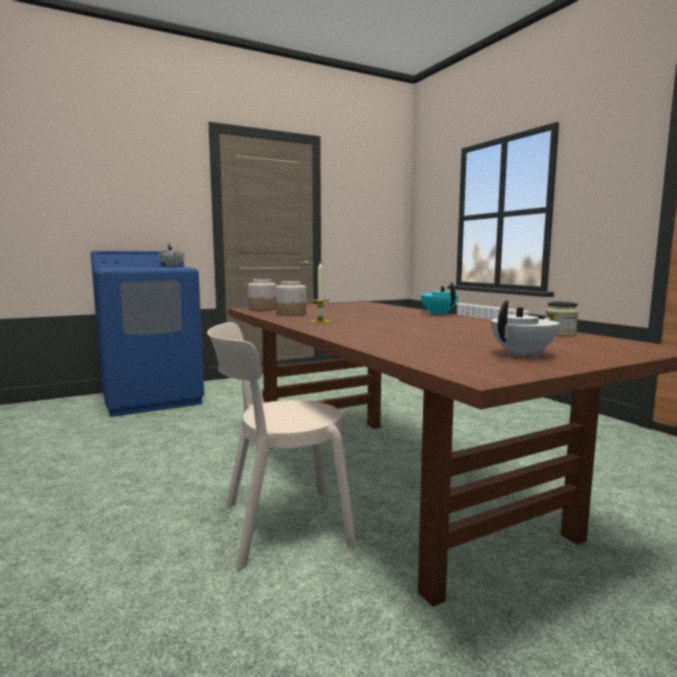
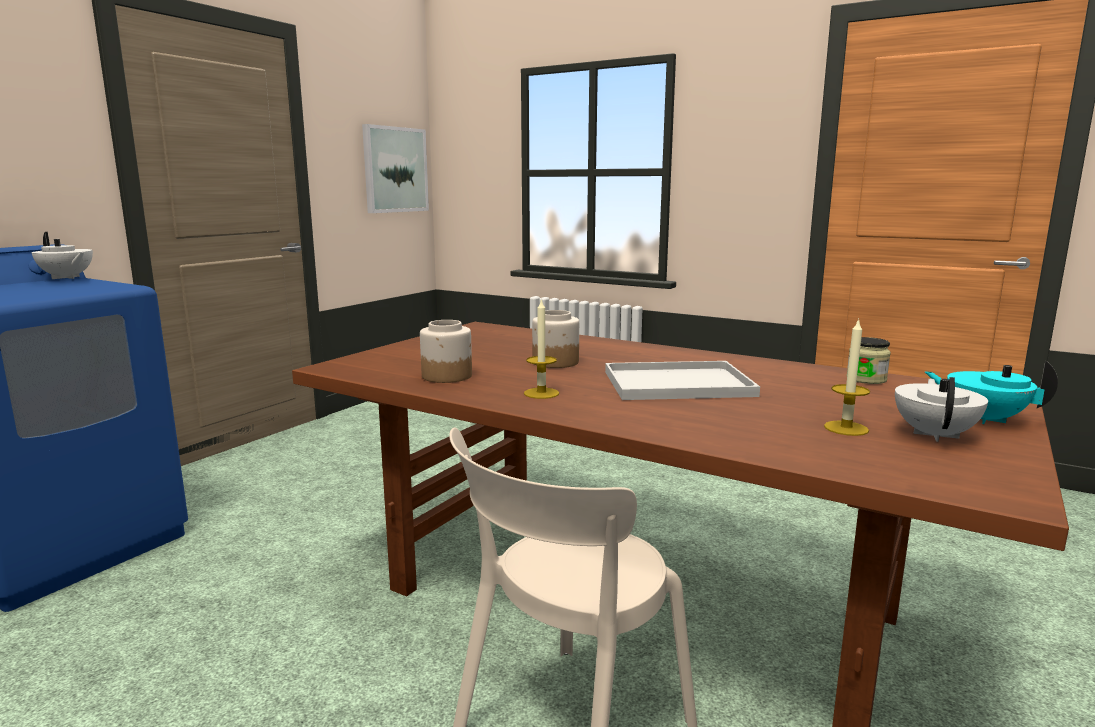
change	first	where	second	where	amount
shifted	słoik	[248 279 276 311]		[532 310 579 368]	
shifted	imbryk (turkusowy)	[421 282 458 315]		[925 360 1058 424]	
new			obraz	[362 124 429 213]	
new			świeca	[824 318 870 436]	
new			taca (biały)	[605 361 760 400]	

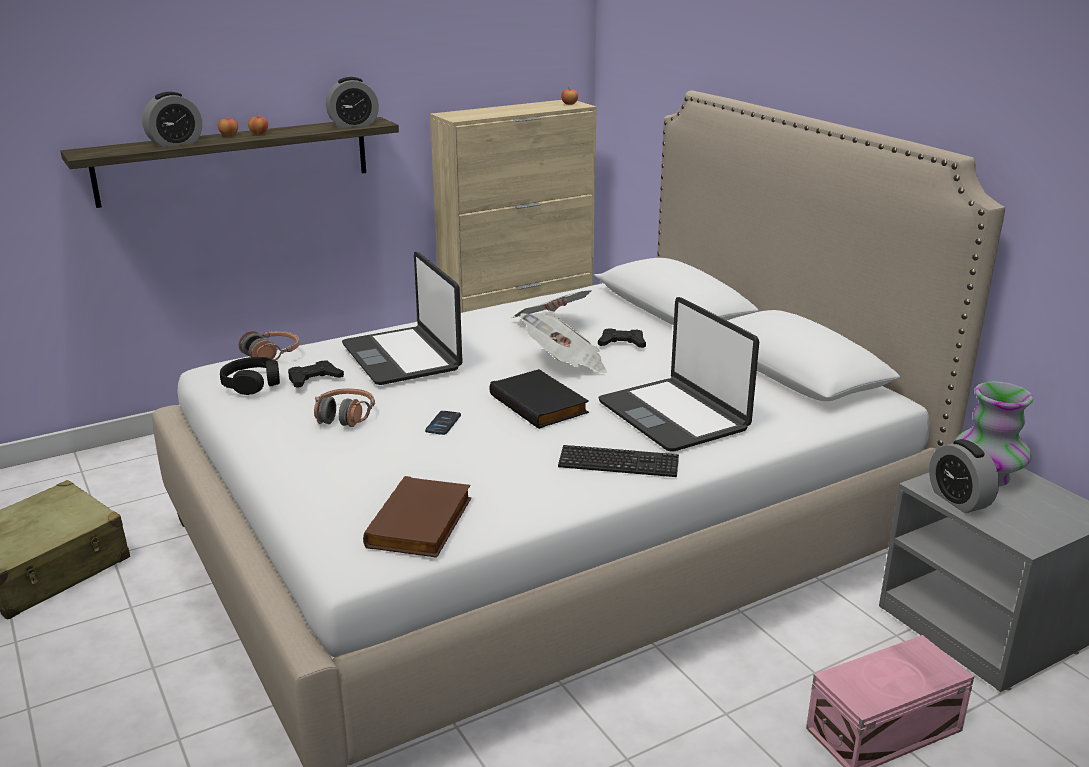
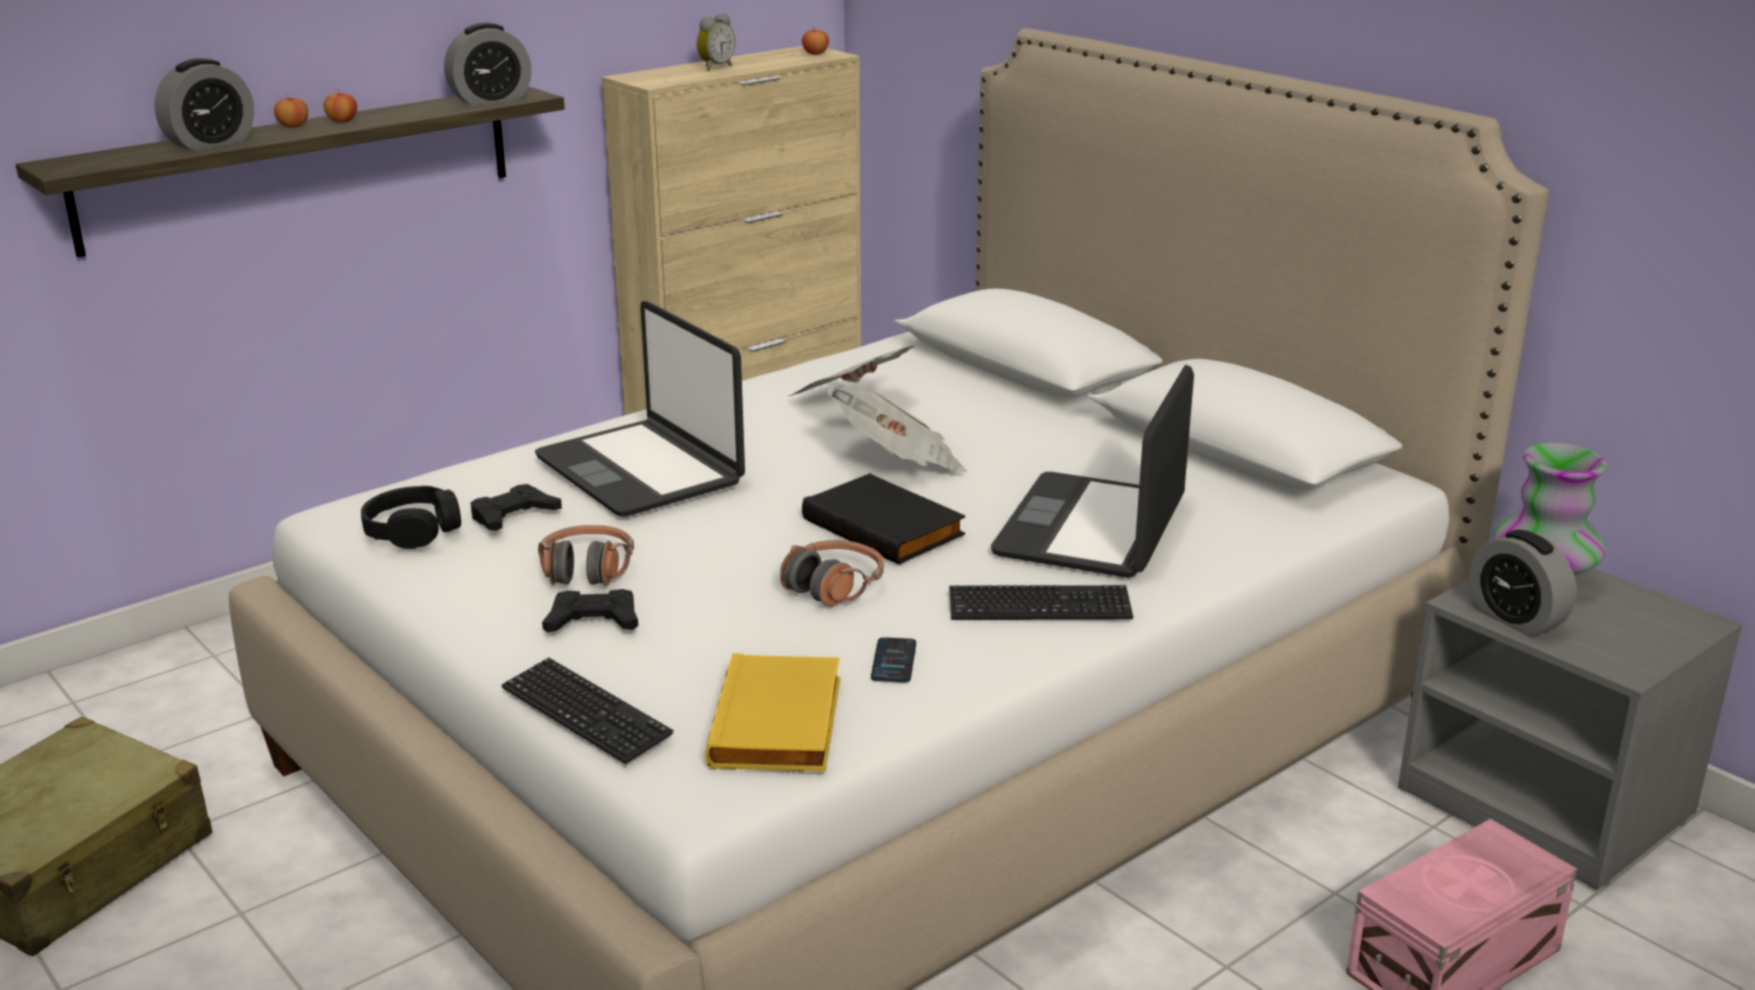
change	first	where	second	where	amount
rotated	laptop	[598 297 759 452]		[991 365 1194 578]	60 degrees clockwise
shifted	pad do gier (czarny)	[598 328 646 348]		[542 589 638 633]	
shifted	słuchawki	[239 331 299 360]		[780 540 884 606]	
shifted	telefon	[425 411 461 435]		[871 637 916 683]	
repainted	książka (brązowy)	[363 476 471 558]	książka (żółty)	[705 653 840 772]	
new			budzik	[696 13 735 71]	
new			klawiatura	[502 658 674 764]	

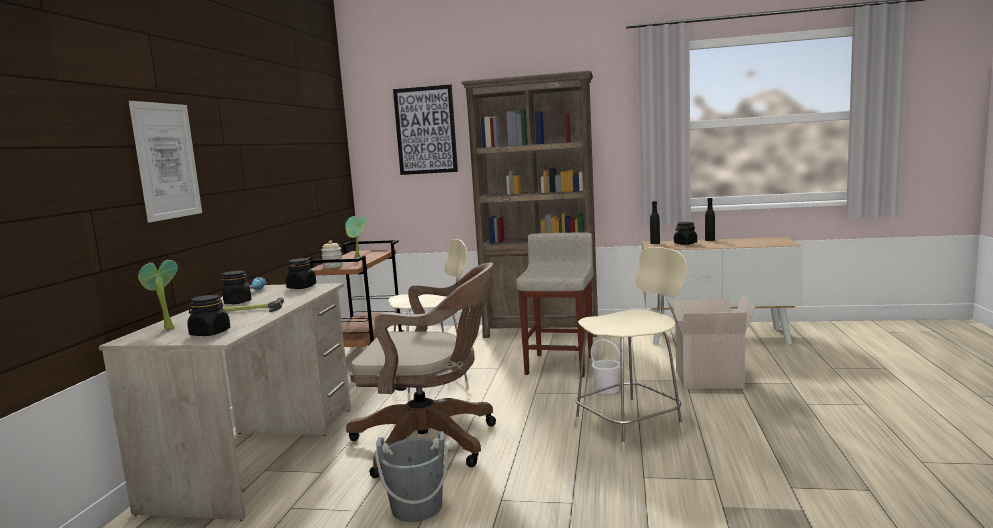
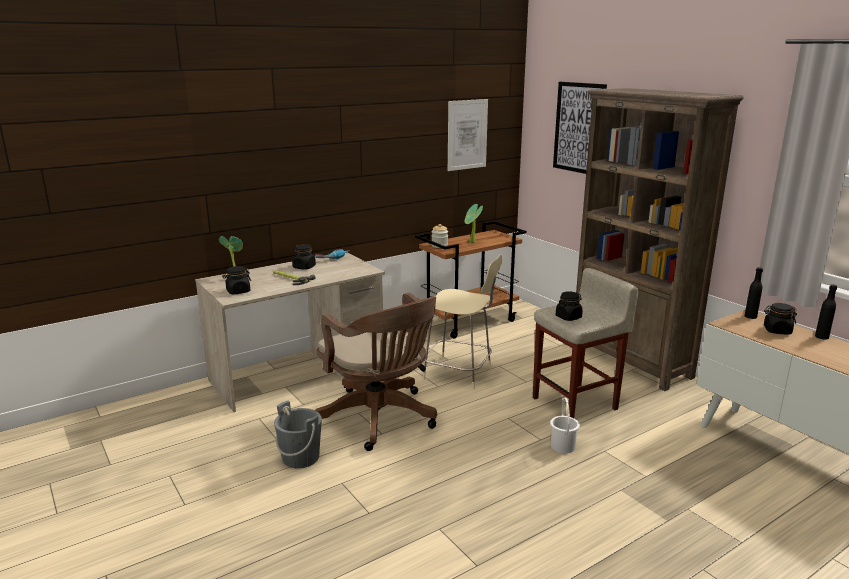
change	first	where	second	where	amount
shifted	obraz	[129 101 202 222]		[448 99 488 171]	
gone	stołek (beżowy)	[575 247 687 453]			
shifted	słoik (czarny)	[286 258 316 289]		[556 291 583 321]	
gone	karton	[666 296 755 389]			

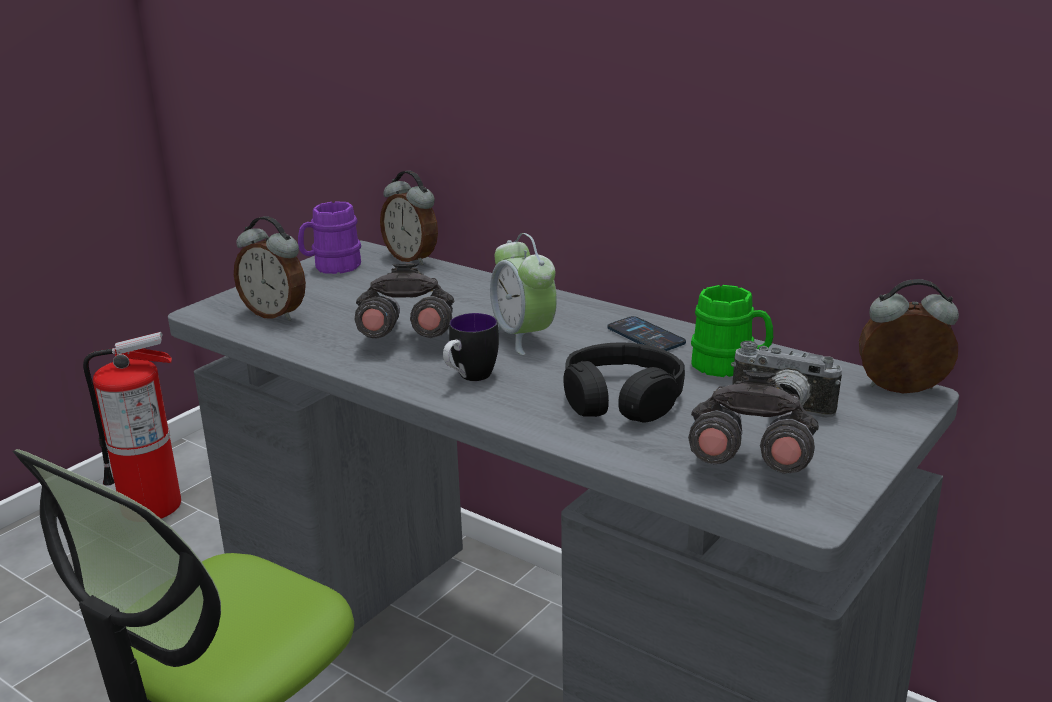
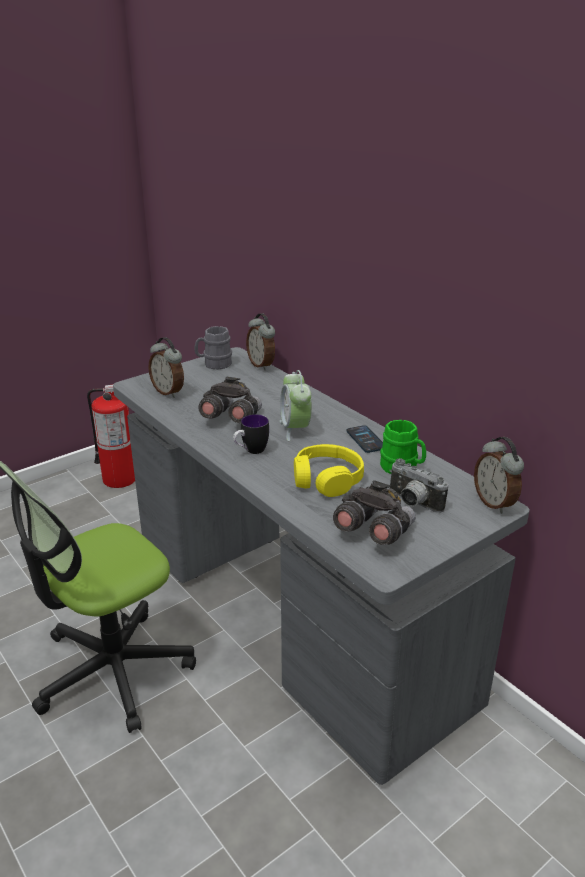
change	first	where	second	where	amount
repainted	kubek (fioletowy)	[298 201 361 274]	kubek (szary)	[194 326 232 370]	
rotated	budzik	[859 279 959 393]		[474 437 524 514]	135 degrees counterclockwise
repainted	słuchawki (czarny)	[564 343 685 423]	słuchawki (żółty)	[294 444 364 497]	

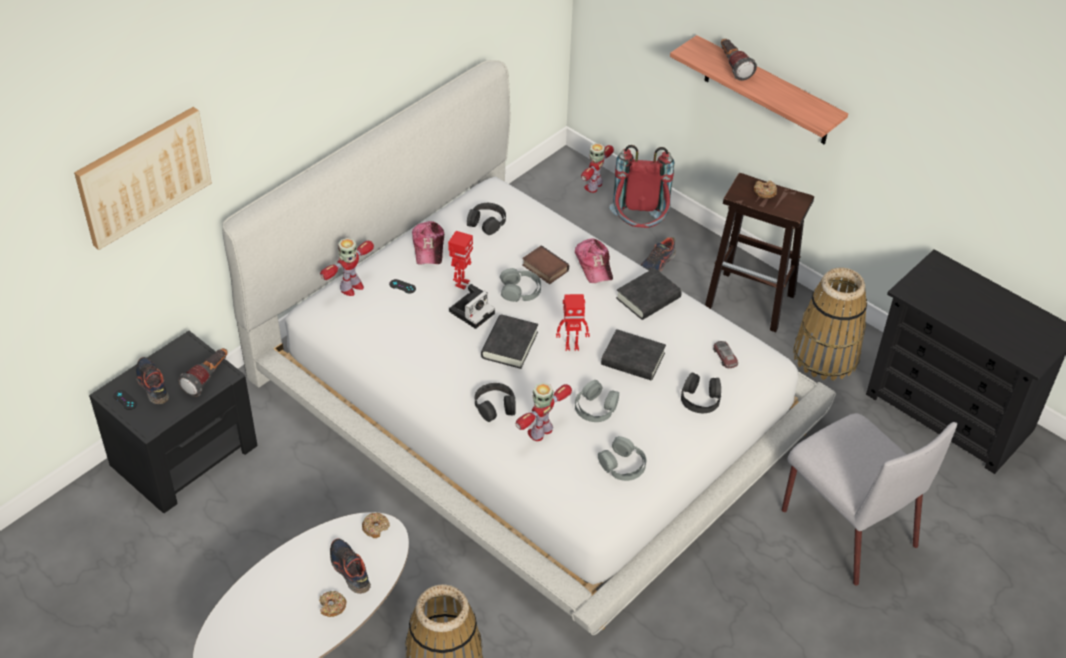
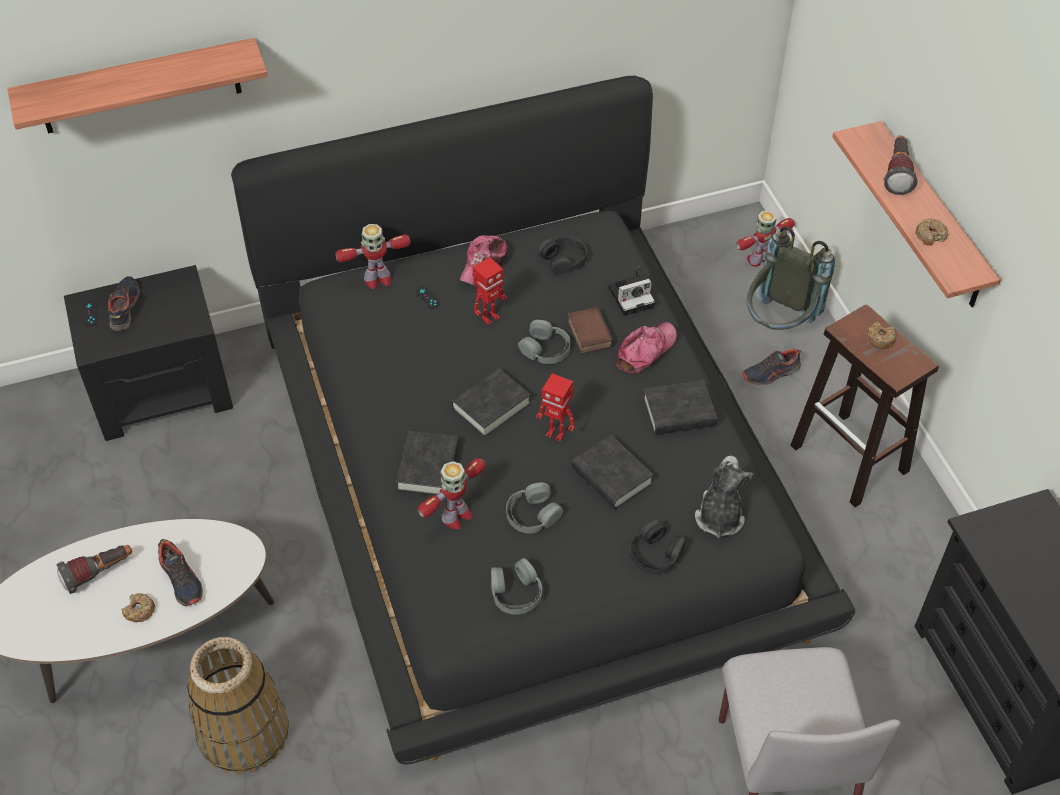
change	first	where	second	where	amount
repainted	łóżko (biały)	[222 60 836 635]	łóżko (czarny)	[231 76 855 764]	
swapped	obraz	[74 107 212 250]	półka	[7 38 268 134]	
repainted	plecak (czerwony)	[609 145 674 228]	plecak (szary)	[747 226 835 330]	
rotated	czapka z daszkiem	[575 239 613 283]		[616 322 677 374]	150 degrees counterclockwise
gone	koszyk	[793 268 867 381]			
shifted	aparat fotograficzny	[449 284 495 329]		[608 266 655 316]	
swapped	samochodzik	[713 341 738 369]	pluszak	[695 455 754 538]	
shifted	latarka	[178 348 228 397]		[56 545 132 594]	
rotated	robot zabawkowy	[515 382 572 441]		[418 458 486 529]	150 degrees clockwise
swapped	słuchawki (czarny)	[475 383 516 422]	książka (czarny)	[396 430 459 495]	
shifted	donut	[362 513 390 538]		[915 218 948 246]	
rotated	but	[330 538 371 594]		[158 539 203 606]	150 degrees clockwise

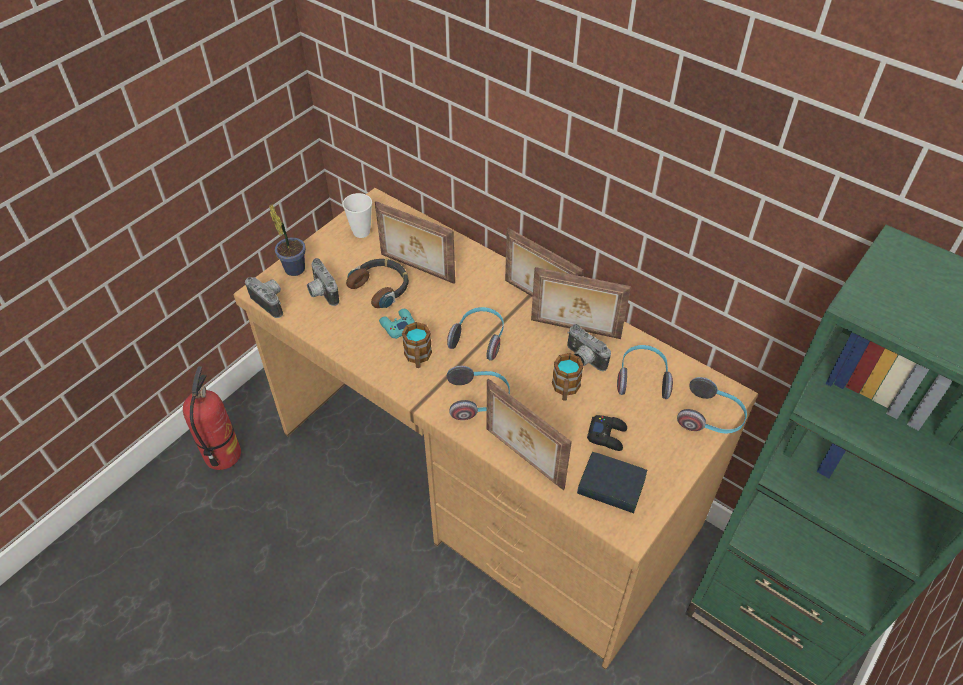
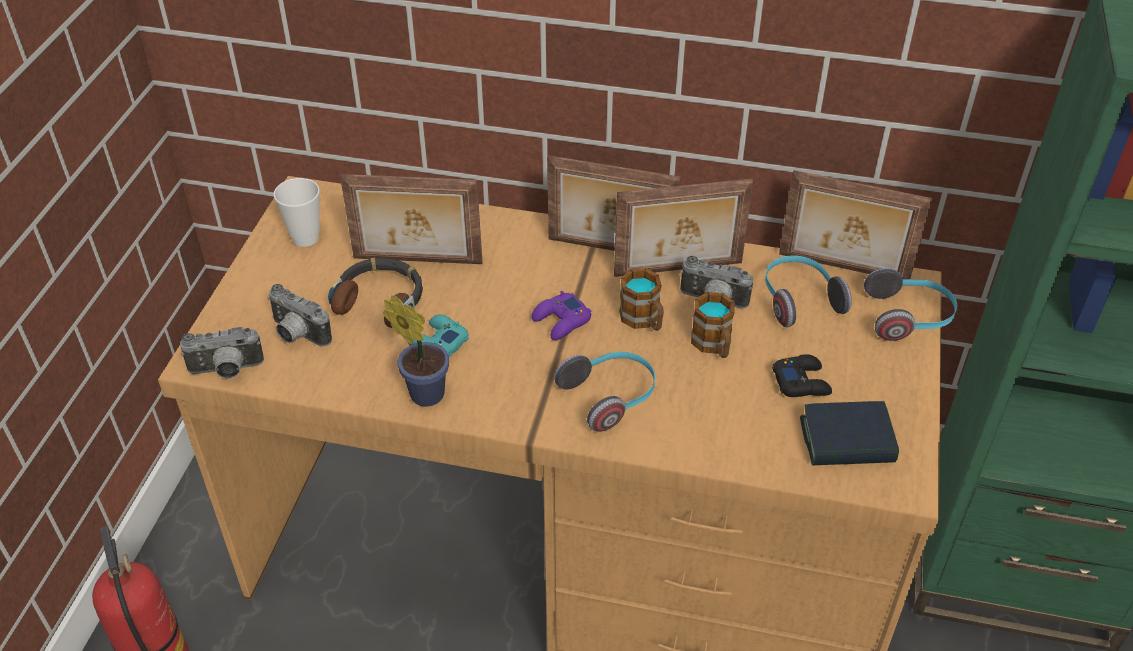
change	first	where	second	where	amount
shifted	roślina doniczkowa	[269 205 306 276]		[383 295 449 407]	
rotated	aparat fotograficzny	[245 277 283 318]		[180 327 264 378]	150 degrees clockwise
swapped	słuchawki	[447 307 504 361]	pad do gier (fioletowy)	[531 291 591 341]	
shifted	kubek	[402 322 432 368]		[619 268 664 331]	
shifted	ramka na zdjęcie	[486 378 572 490]		[779 170 932 279]	

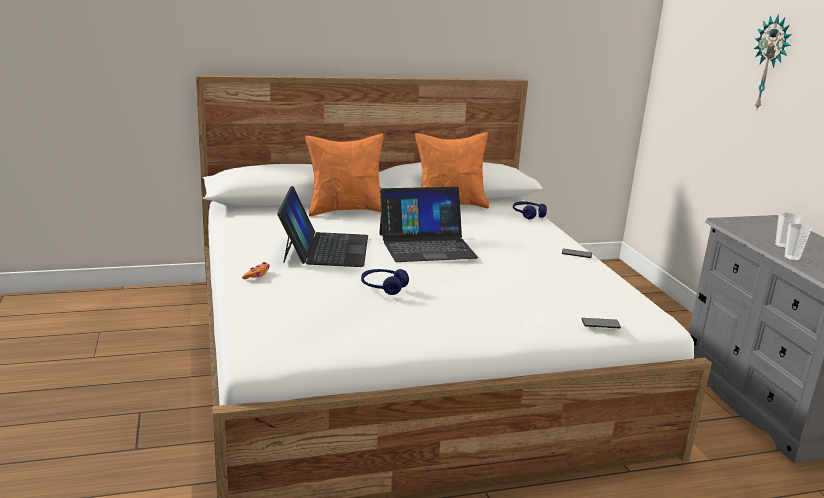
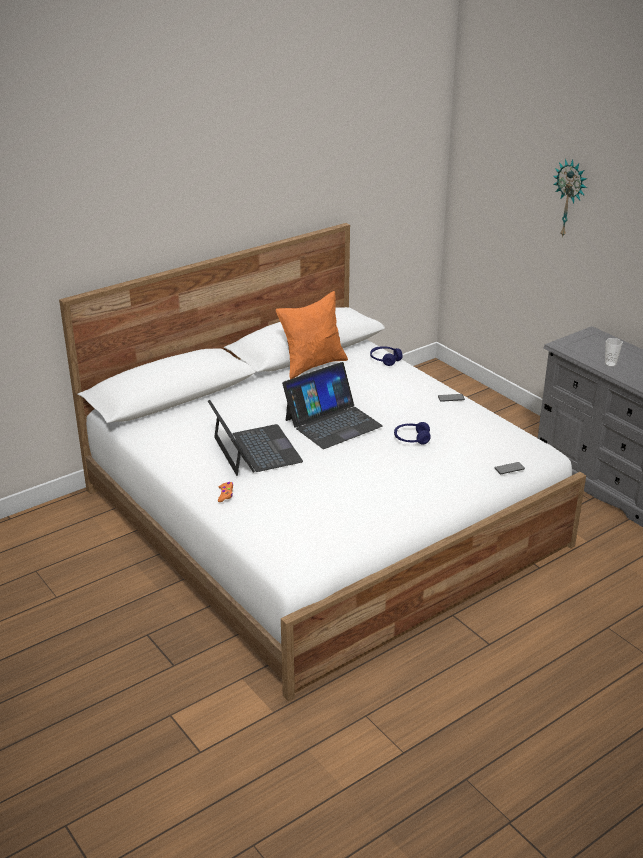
change	first	where	second	where	amount
gone	poduszka (pomarańczowy)	[305 133 384 217]			
gone	filiżanka	[785 223 812 261]			
shifted	słuchawki (niebieski)	[361 269 409 295]		[394 422 430 444]	

